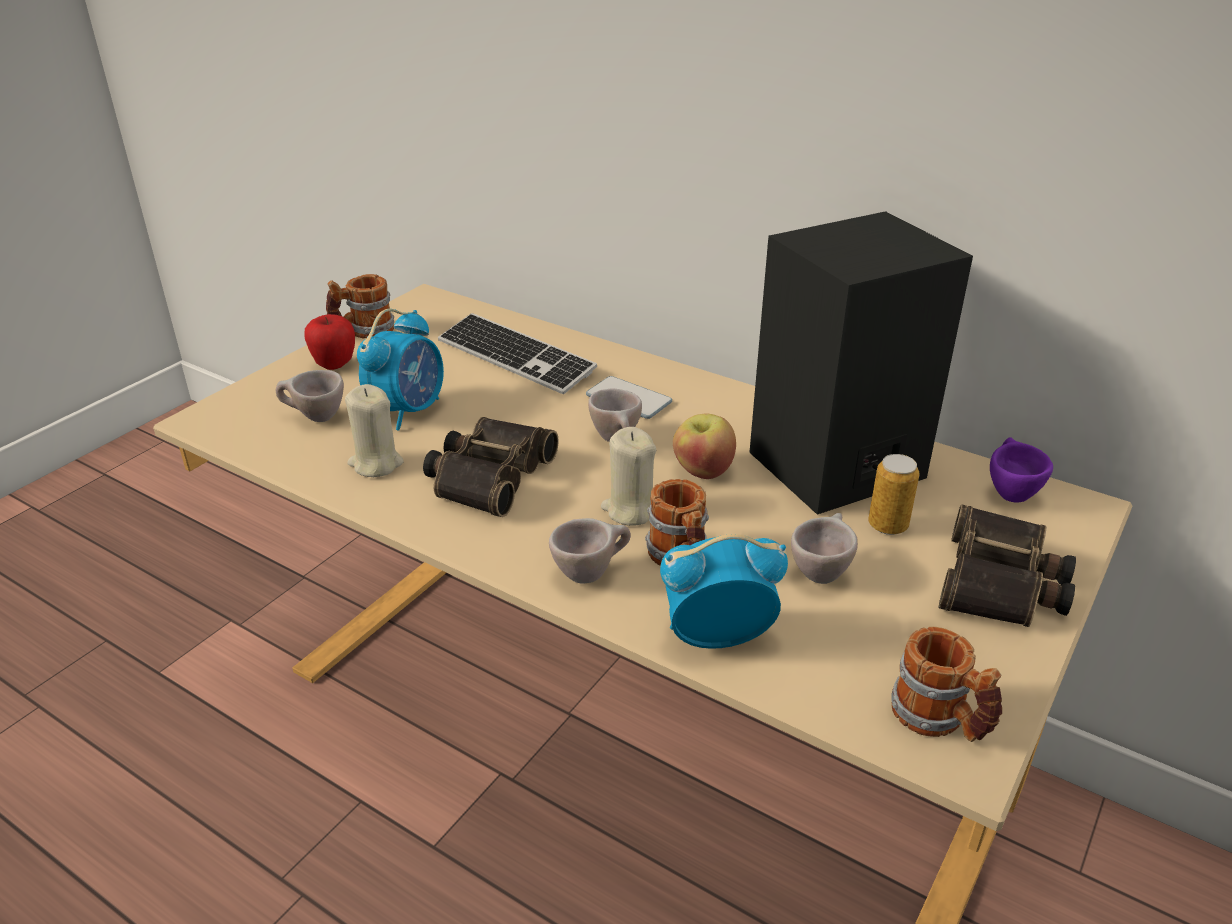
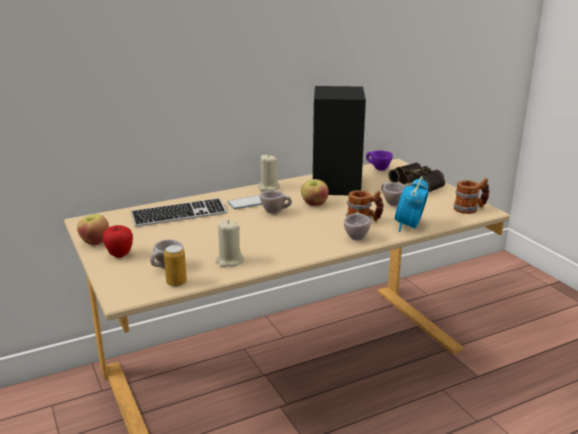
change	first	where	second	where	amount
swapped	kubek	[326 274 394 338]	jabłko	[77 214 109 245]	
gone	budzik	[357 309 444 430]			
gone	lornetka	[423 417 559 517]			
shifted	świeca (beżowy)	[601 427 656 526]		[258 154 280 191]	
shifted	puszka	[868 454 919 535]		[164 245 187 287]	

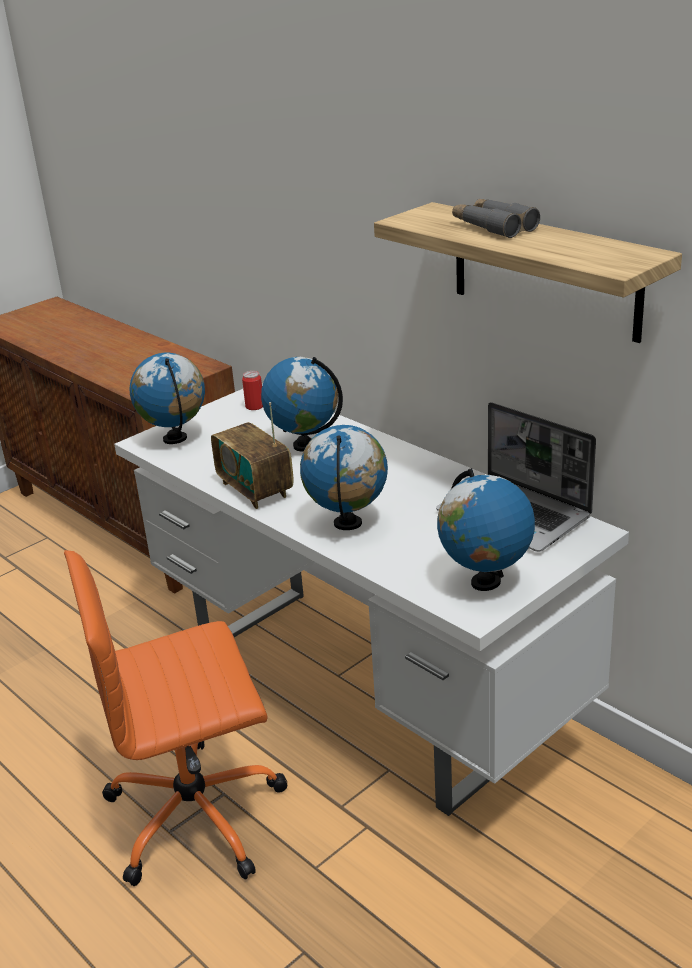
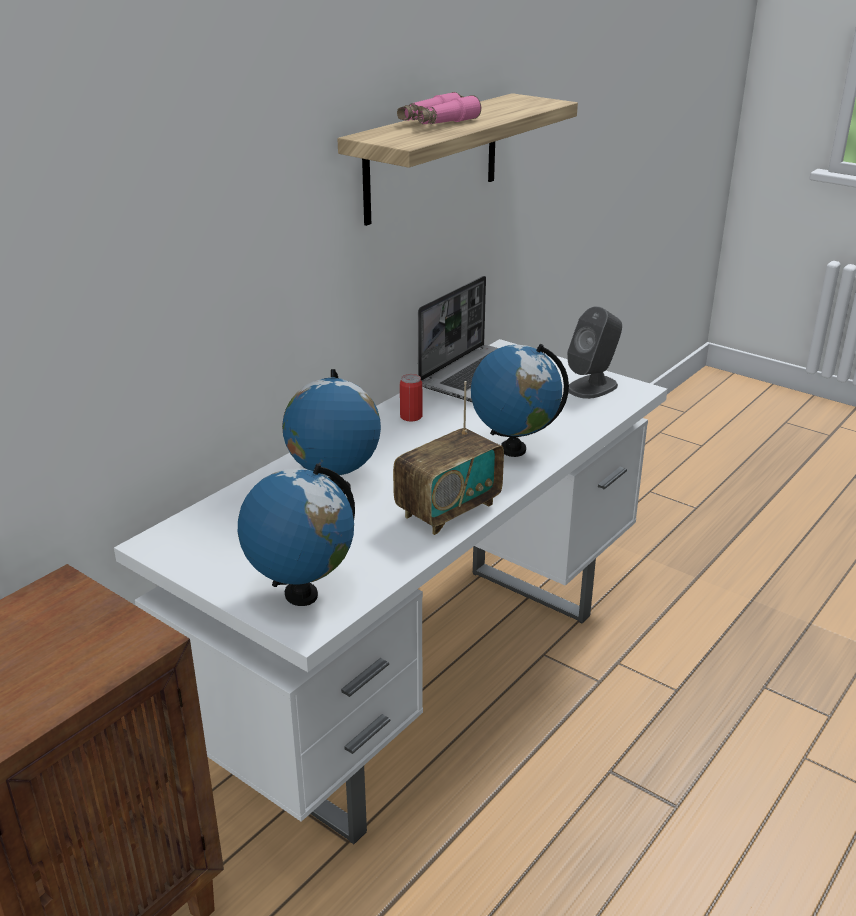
change	first	where	second	where	amount
repainted	lornetka (szary)	[452 199 540 238]	lornetka (różowy)	[397 92 481 124]	
shifted	puszka	[242 371 263 410]		[400 374 423 422]	
swapped	globus	[437 468 535 591]	głośnik (szary)	[567 306 622 399]	
gone	krzesło biurowe (pomarańczowy)	[64 550 288 886]			

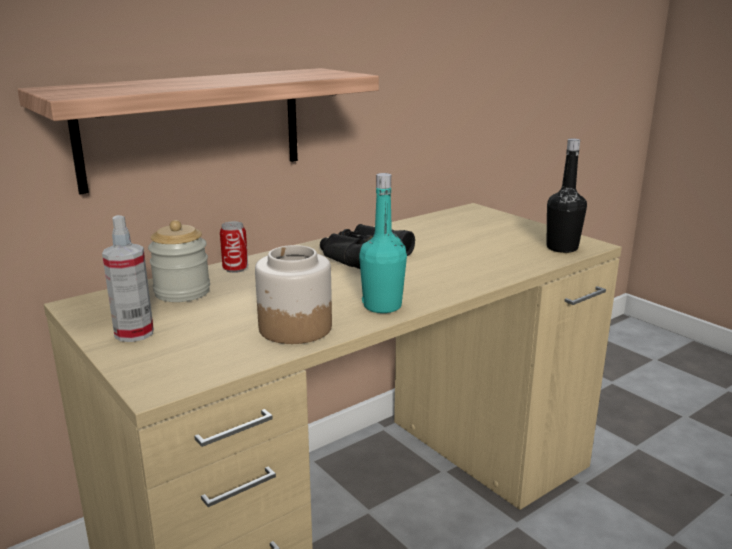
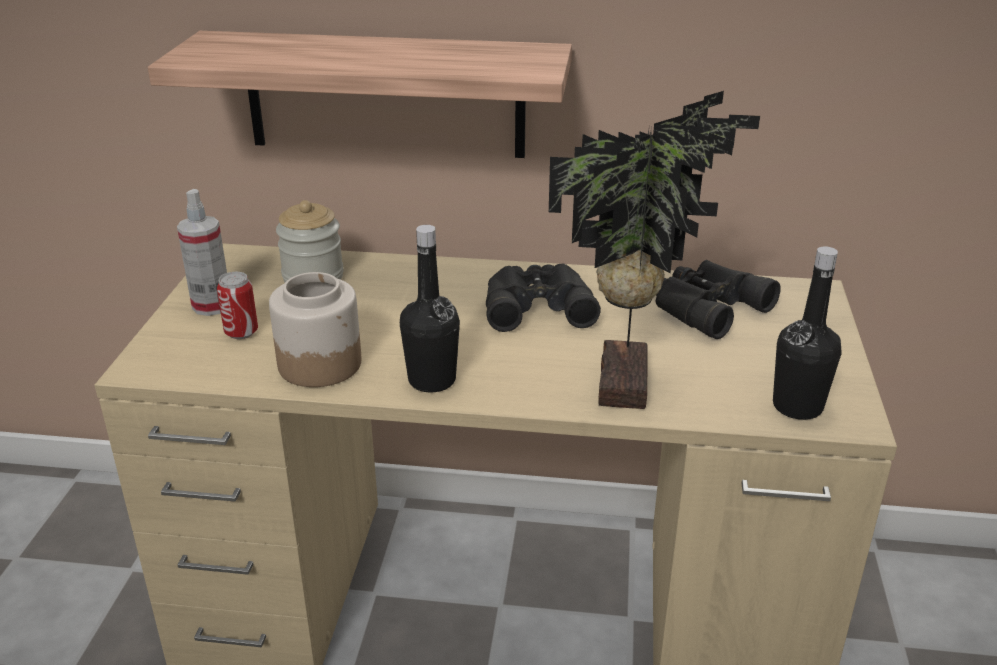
change	first	where	second	where	amount
repainted	butelka (turkusowy)	[359 173 407 313]	butelka (czarny)	[400 225 460 393]	
shifted	puszka	[220 221 248 273]		[217 272 258 339]	
new			roślina doniczkowa	[549 91 760 409]	
new			lornetka (czarny)	[655 260 781 339]	

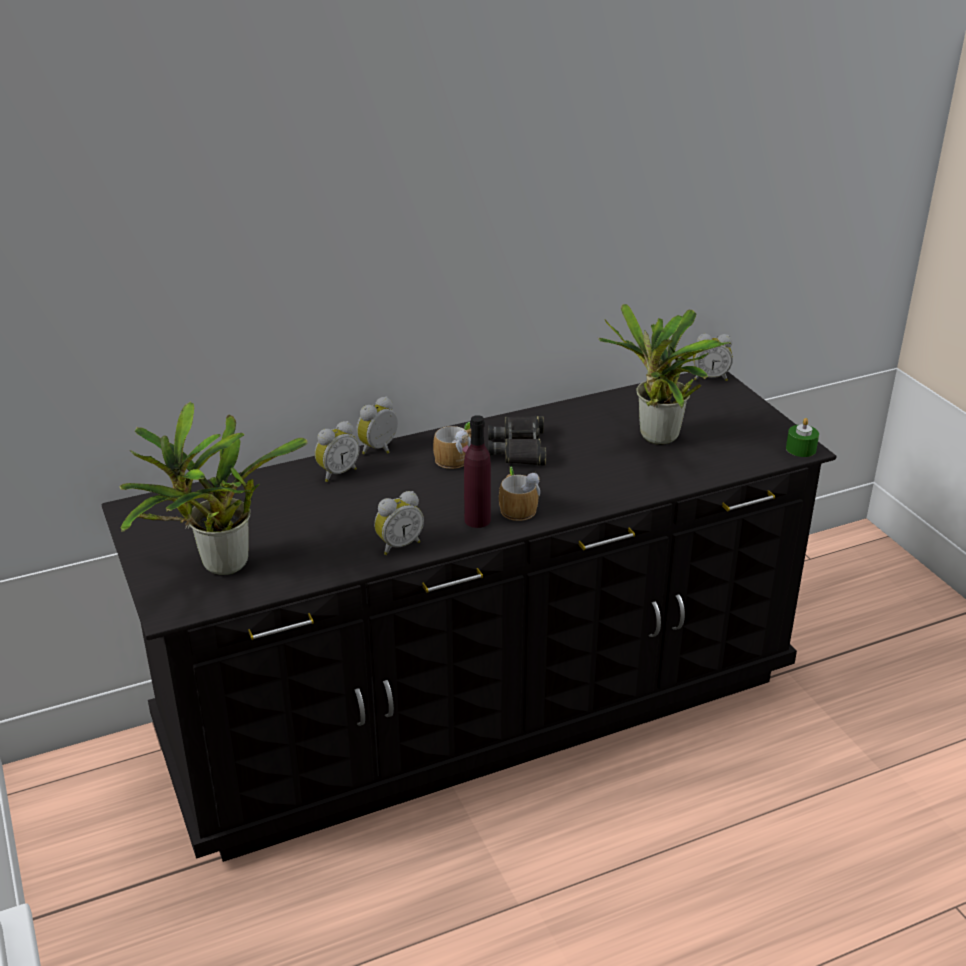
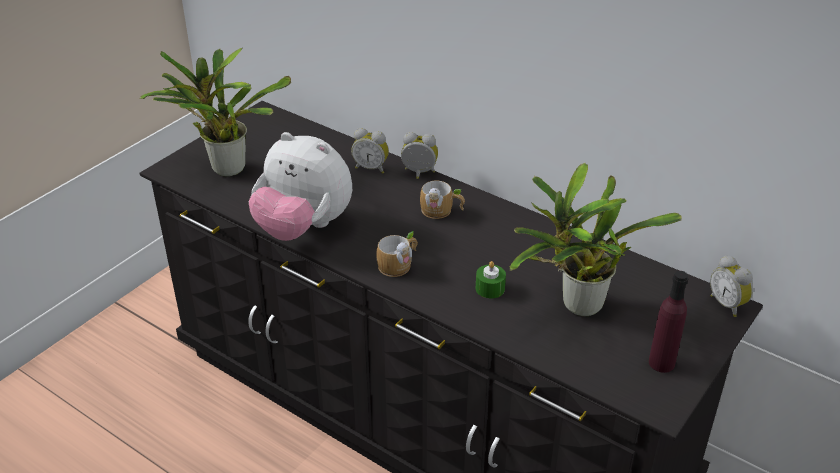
change	first	where	second	where	amount
shifted	butelka (fioletowy)	[464 415 491 528]		[649 271 689 373]	
gone	lornetka (czarny)	[488 416 546 466]			
shifted	świeca (zielony)	[786 418 819 457]		[476 261 506 299]	
swapped	budzik	[374 491 424 555]	pluszak	[249 132 352 241]	

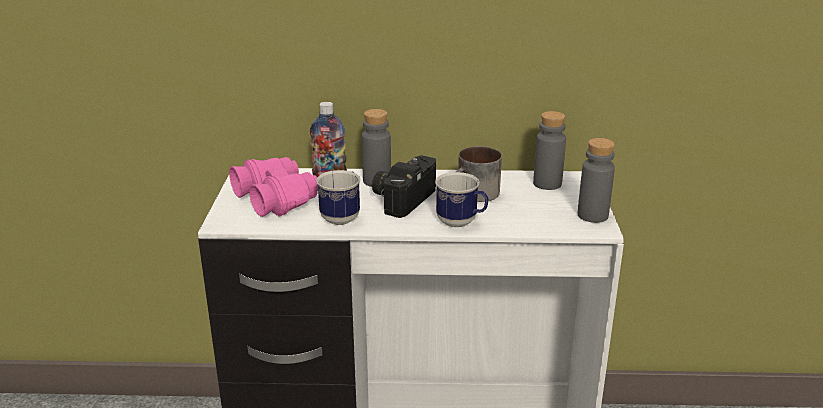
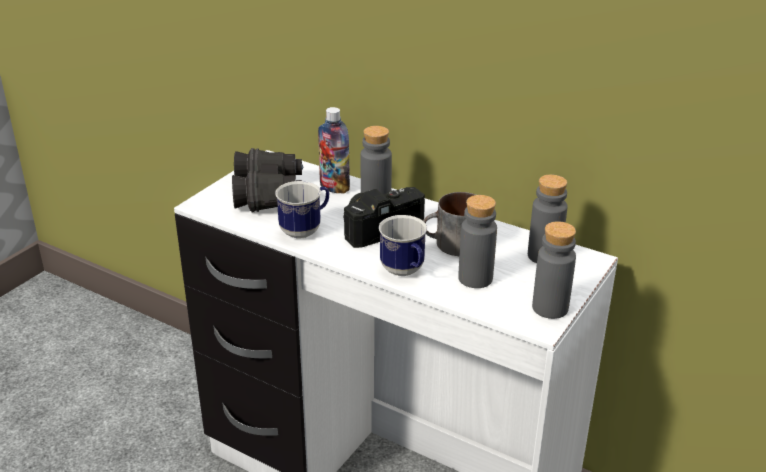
change	first	where	second	where	amount
repainted	lornetka (różowy)	[229 157 318 217]	lornetka (czarny)	[232 148 303 213]	
new			butelka (szary)	[458 195 497 288]	

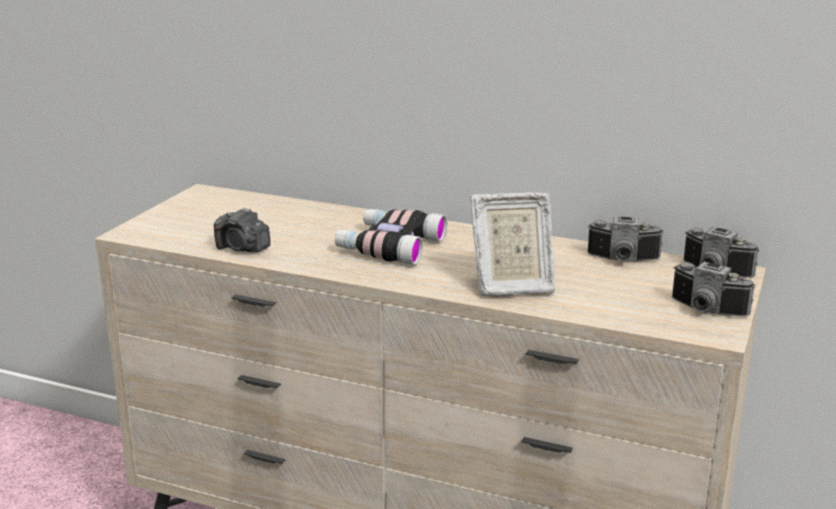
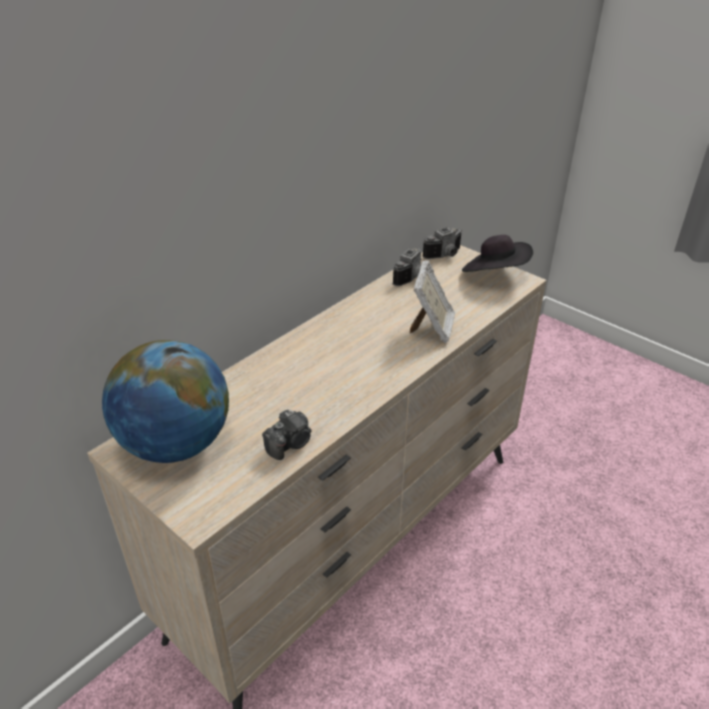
change	first	where	second	where	amount
gone	lornetka	[335 209 447 265]			
swapped	aparat fotograficzny	[672 261 755 317]	kapelusz (czarny)	[462 235 533 272]	
new			globus	[102 340 229 463]	

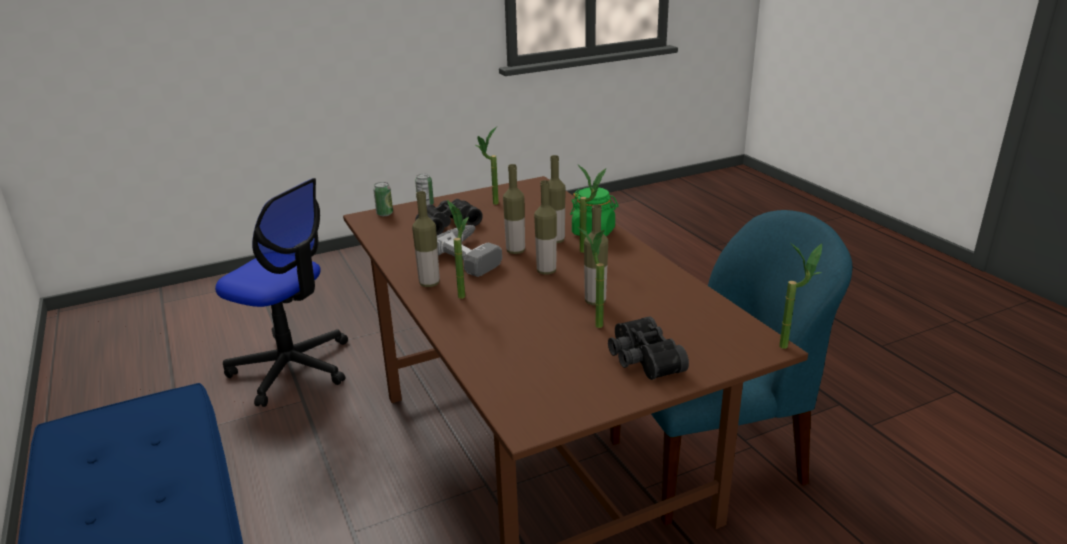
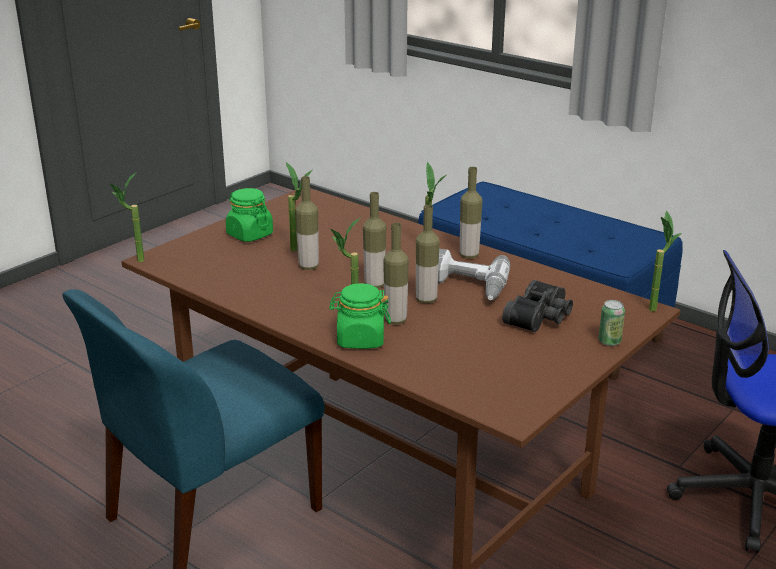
change	first	where	second	where	amount
shifted	roślina doniczkowa	[476 127 499 205]		[649 210 682 312]	
gone	puszka	[373 182 393 216]			
swapped	lornetka (czarny)	[608 316 689 380]	słoik (zielony)	[226 188 273 242]	

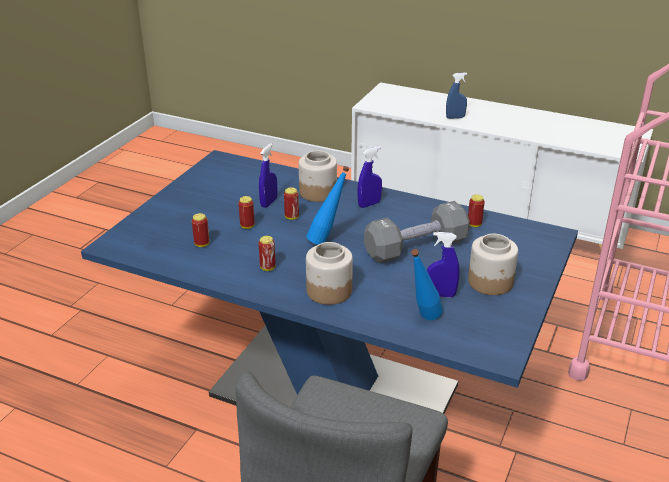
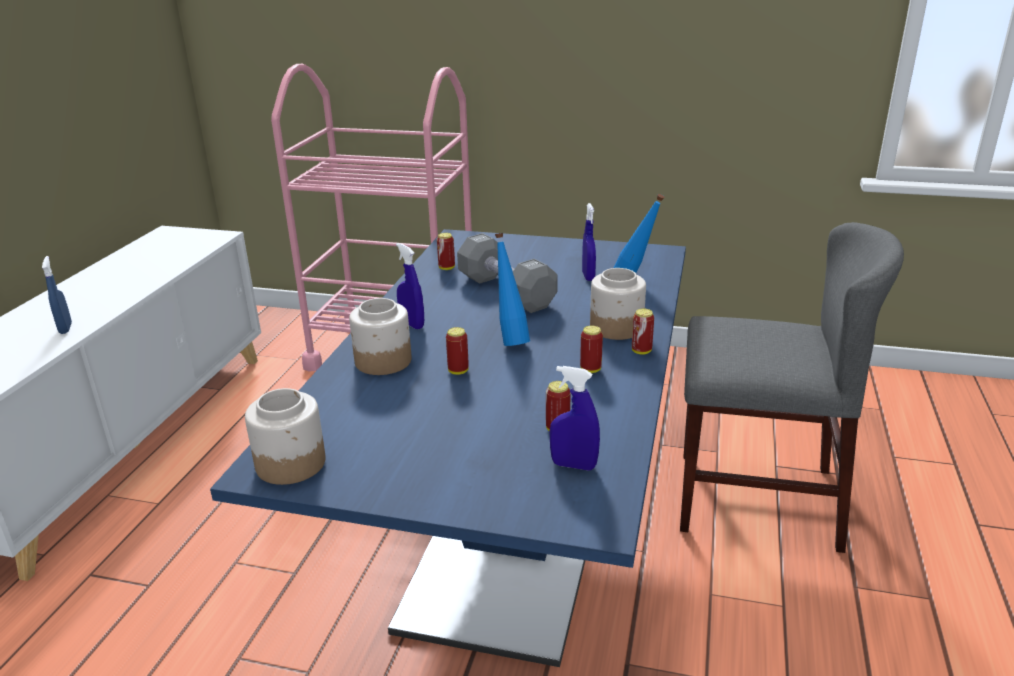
change	first	where	second	where	amount
shifted	spryskiwacz (niebieski)	[259 143 277 208]		[549 366 600 471]	
shifted	puszka	[238 196 255 229]		[632 309 654 355]	
shifted	słoik	[468 234 518 295]		[245 388 326 485]	

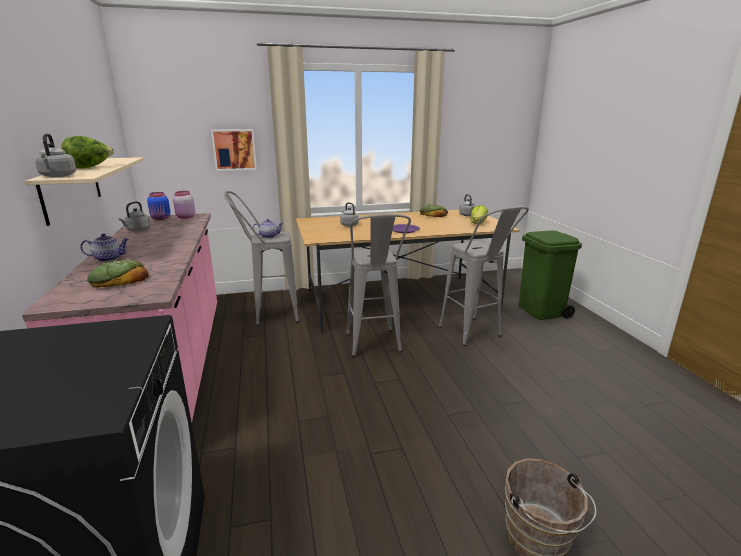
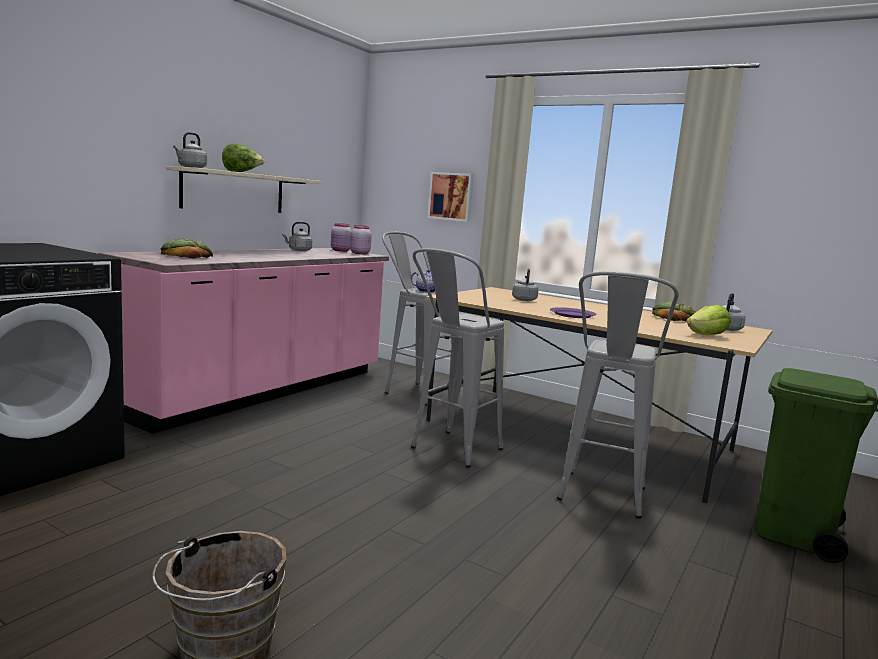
change	first	where	second	where	amount
repainted	słoik (niebieski)	[147 192 171 220]	słoik (różowy)	[331 223 352 252]	
gone	imbryk	[80 234 129 262]			

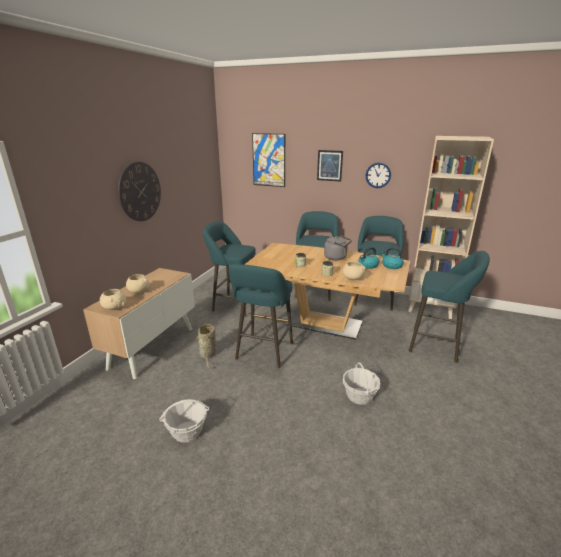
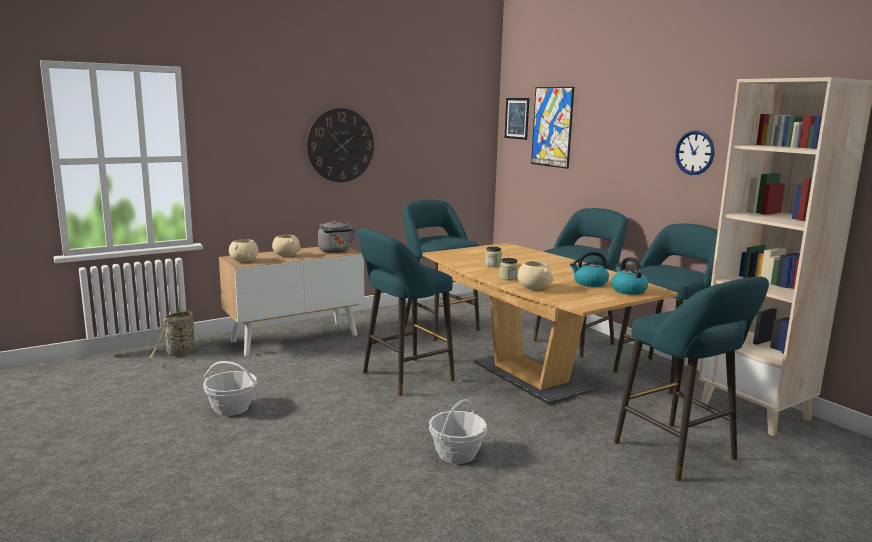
change	first	where	second	where	amount
shifted	obraz	[317 150 343 181]		[505 98 529 140]	
shifted	czajnik (szary)	[324 235 352 260]		[318 220 356 253]	
shifted	koszyk	[194 322 216 369]		[148 310 202 364]	

